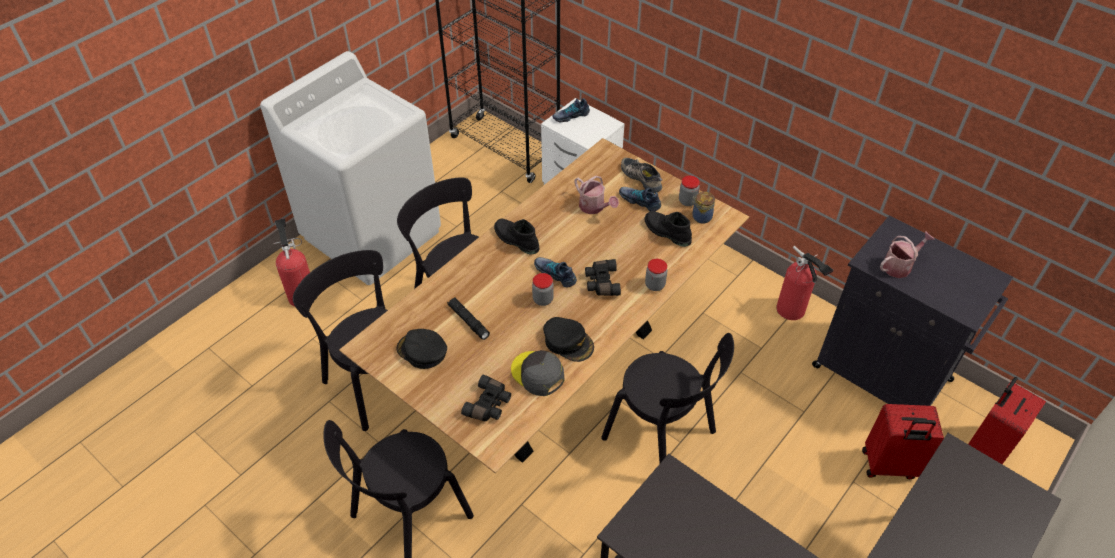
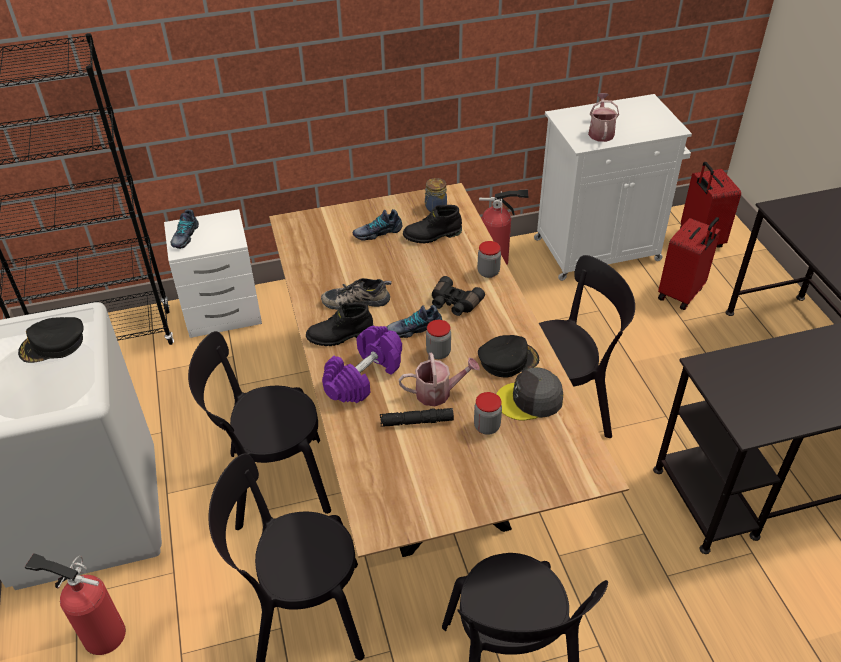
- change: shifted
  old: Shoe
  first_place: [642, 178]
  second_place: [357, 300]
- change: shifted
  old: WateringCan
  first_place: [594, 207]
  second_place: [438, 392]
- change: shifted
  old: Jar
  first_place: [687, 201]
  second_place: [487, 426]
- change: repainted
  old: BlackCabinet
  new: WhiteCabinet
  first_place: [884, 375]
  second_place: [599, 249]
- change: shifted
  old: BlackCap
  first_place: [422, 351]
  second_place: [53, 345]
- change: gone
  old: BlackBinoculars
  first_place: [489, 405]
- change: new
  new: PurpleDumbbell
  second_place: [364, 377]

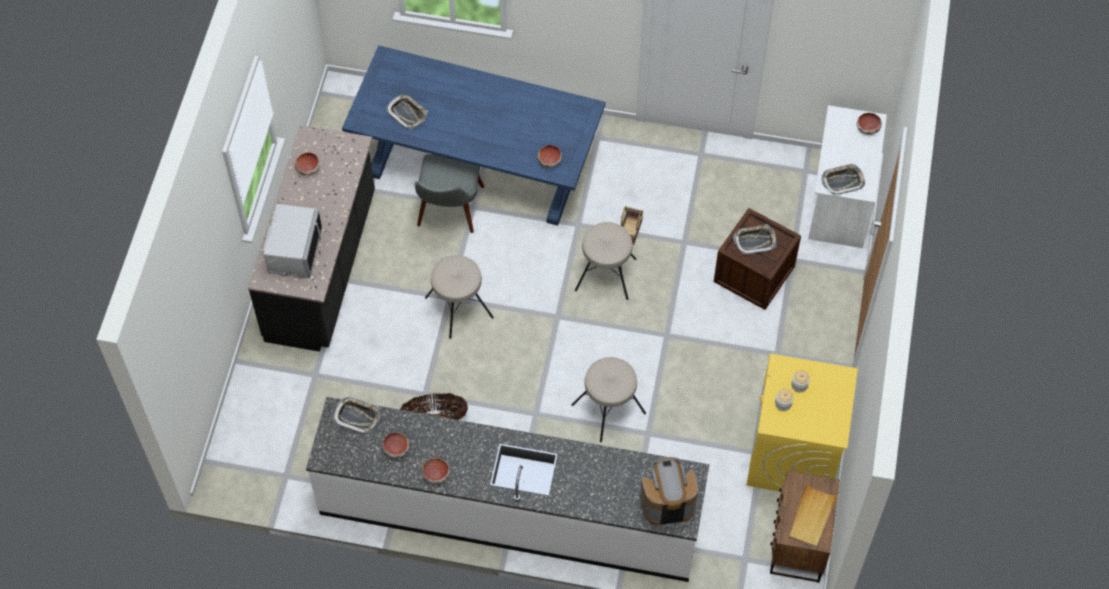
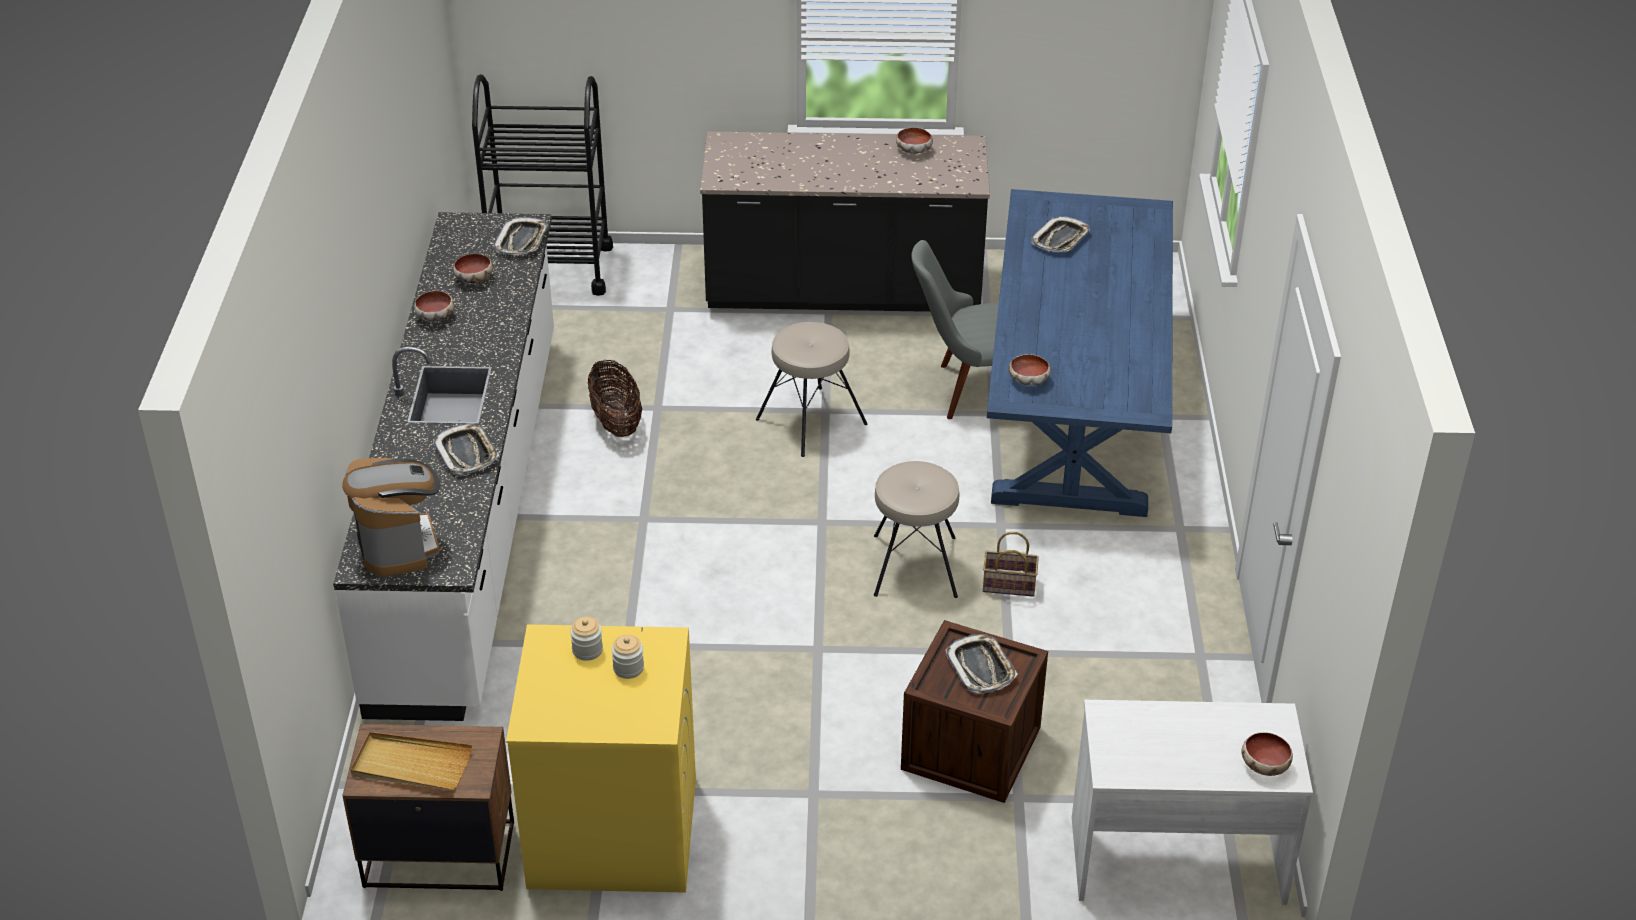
- change: shifted
  old: Tray
  first_place: [842, 181]
  second_place: [467, 453]
- change: gone
  old: GreyMicrowave
  first_place: [294, 250]
- change: gone
  old: BeigeStool
  first_place: [609, 409]
- change: new
  new: BlackCart
  second_place: [550, 268]

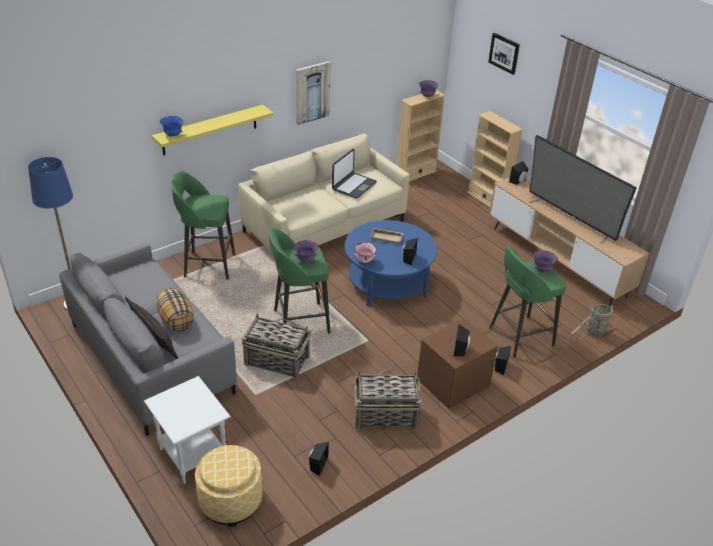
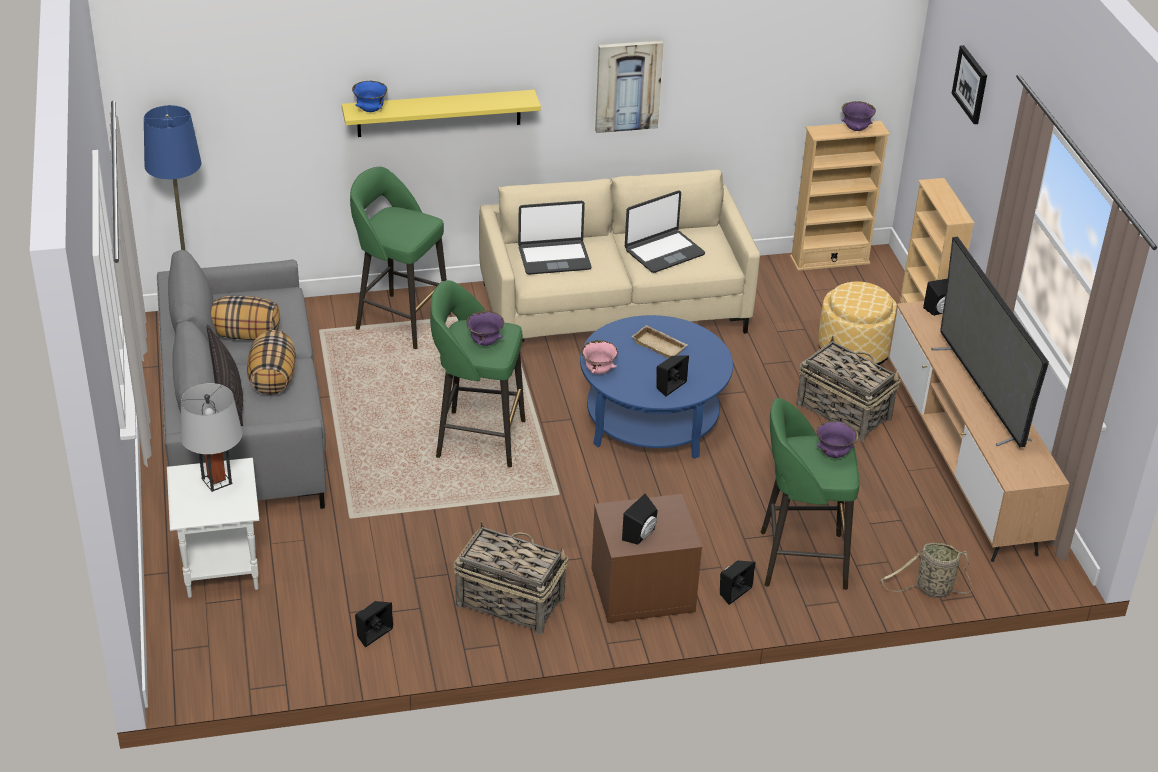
- change: shifted
  old: Basket
  first_place: [276, 360]
  second_place: [843, 411]
- change: shifted
  old: Ottoman
  first_place: [230, 501]
  second_place: [853, 351]
- change: new
  new: Laptop
  second_place: [554, 258]
- change: new
  new: Pillow
  second_place: [246, 335]
- change: new
  new: GreyTableLamp
  second_place: [216, 481]

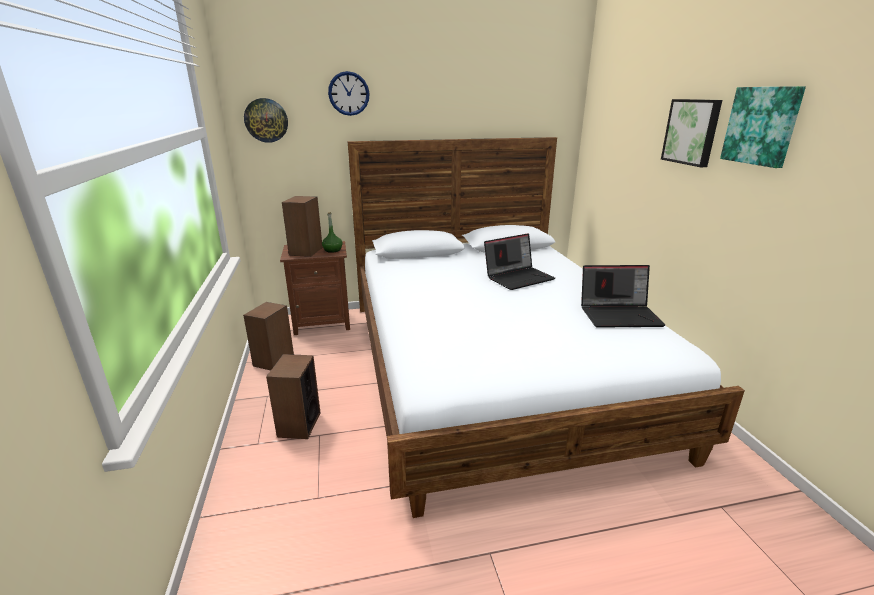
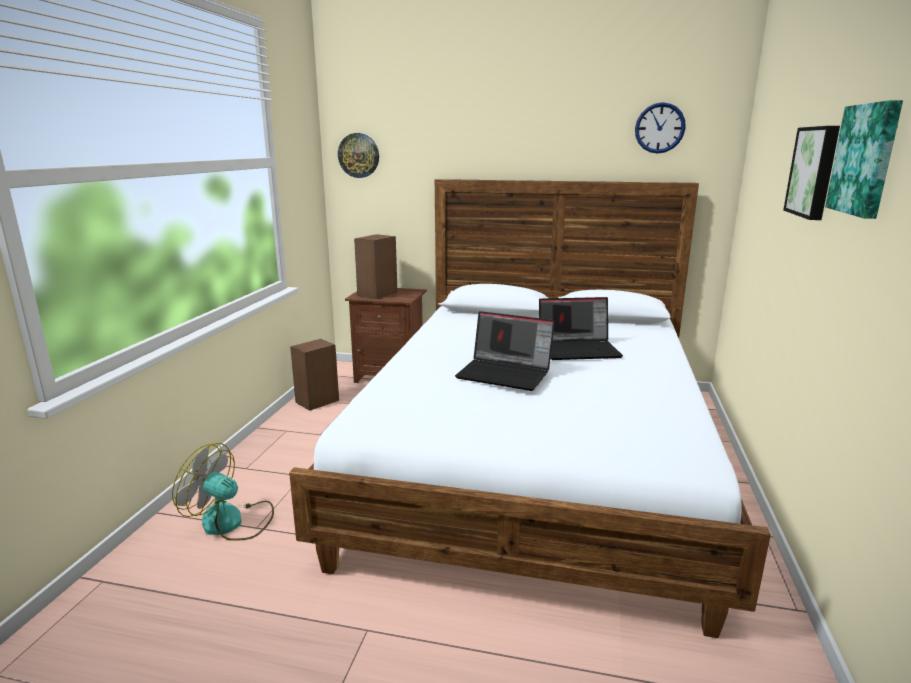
- change: shifted
  old: WallClock
  first_place: [349, 93]
  second_place: [659, 128]
- change: gone
  old: GreenBottle
  first_place: [332, 250]
- change: shifted
  old: Laptop
  first_place: [620, 315]
  second_place: [506, 373]
- change: gone
  old: Speaker
  first_place: [299, 425]
- change: new
  new: Fan
  second_place: [231, 522]

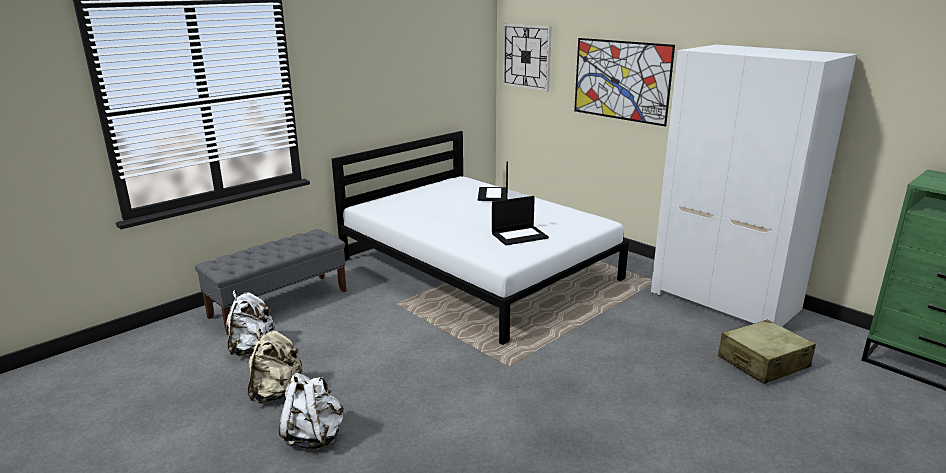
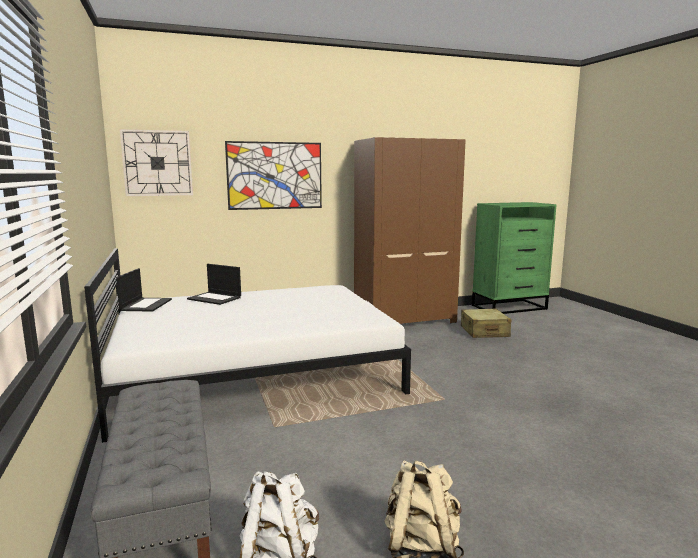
- change: repainted
  old: WhiteWardrobe
  new: BrownWardrobe
  first_place: [726, 301]
  second_place: [404, 319]
- change: shifted
  old: Laptop
  first_place: [520, 235]
  second_place: [146, 305]
- change: gone
  old: WhiteBackpack
  first_place: [314, 437]

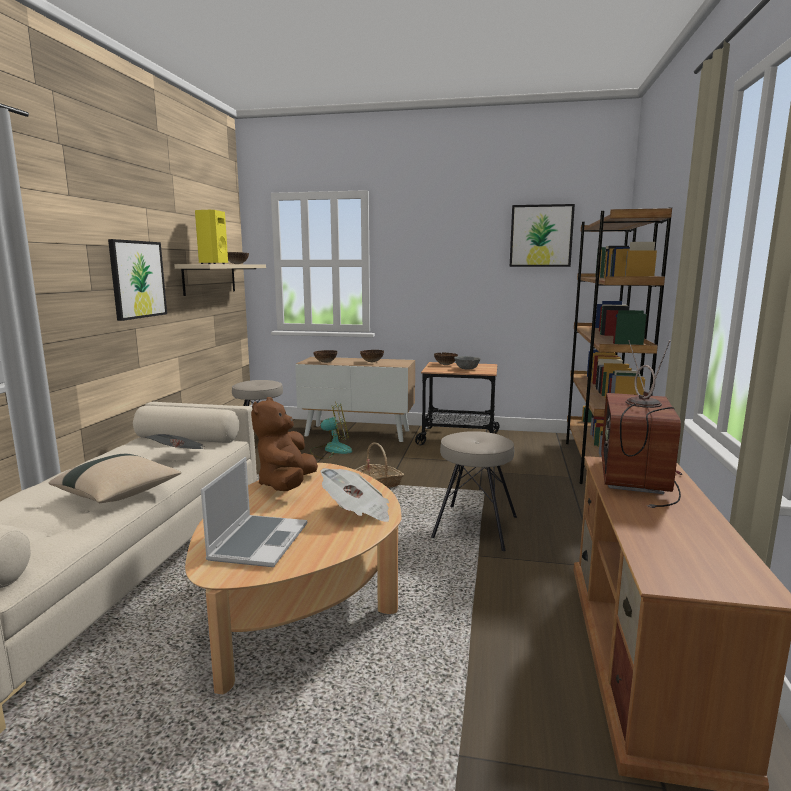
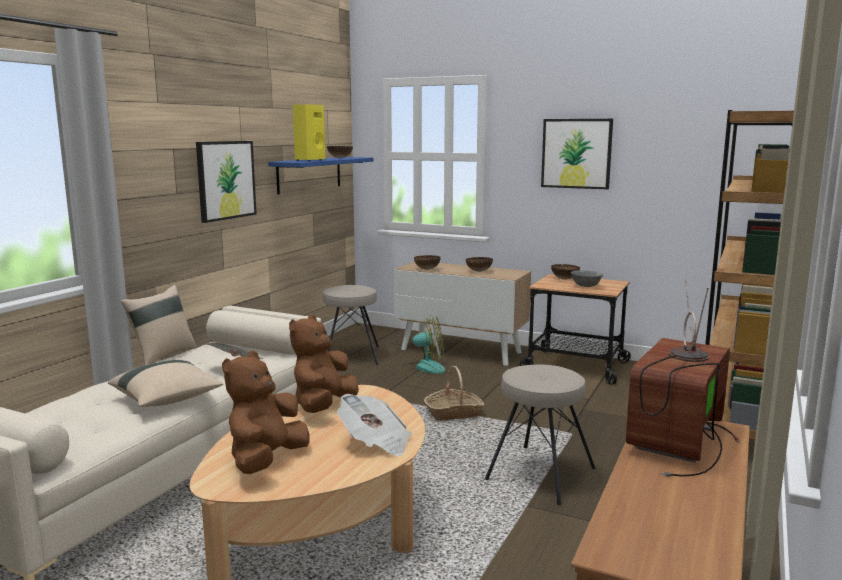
- change: shifted
  old: Picture
  first_place: [541, 236]
  second_place: [576, 153]
- change: repainted
  old: BeigeShelf
  new: BlueShelf
  first_place: [209, 279]
  second_place: [309, 174]
- change: swapped
  old: Laptop
  new: BrownPlushToy
  first_place: [258, 542]
  second_place: [266, 461]
- change: new
  new: BeigePillow
  second_place: [162, 355]

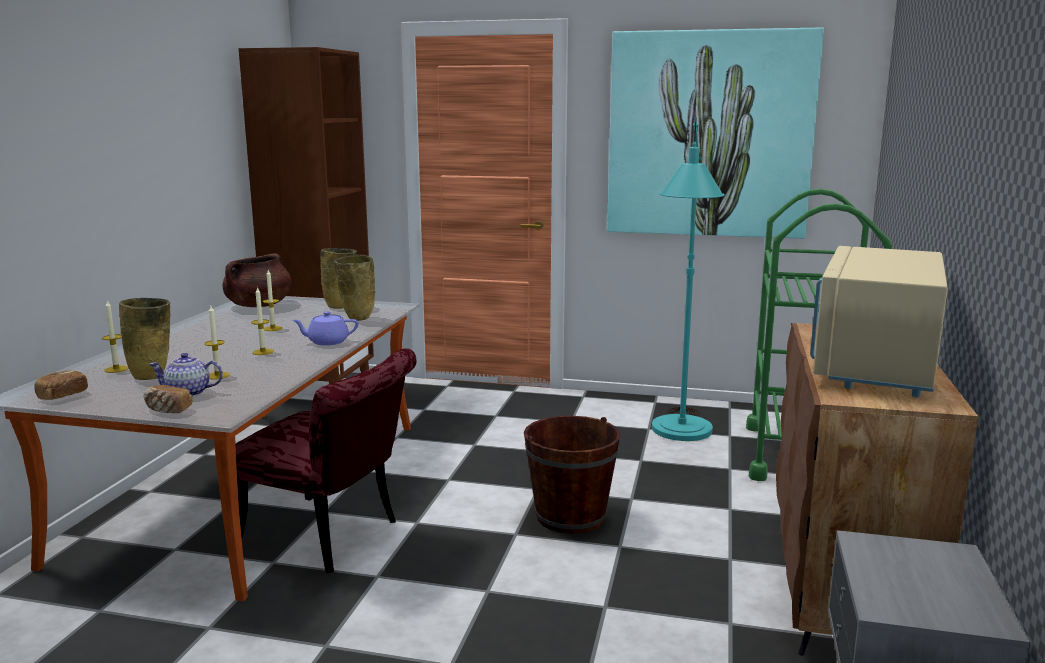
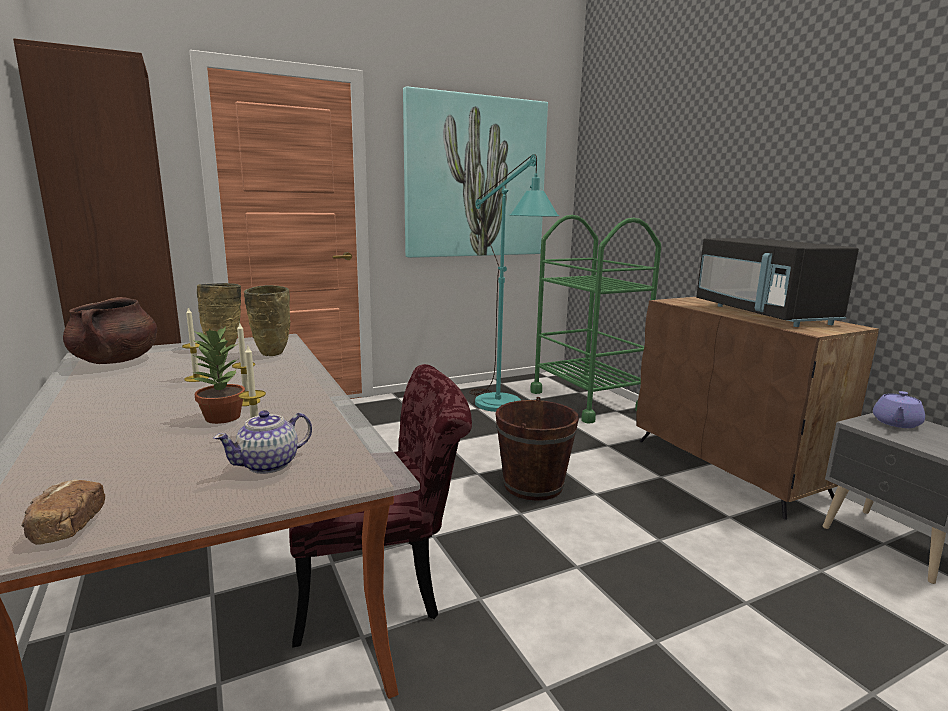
- change: repainted
  old: BeigeMicrowave
  new: BlackMicrowave
  first_place: [873, 366]
  second_place: [763, 314]
- change: gone
  old: BeigeVase
  first_place: [152, 377]
- change: gone
  old: Candle
  first_place: [116, 369]
- change: shifted
  old: PurpleTeapot
  first_place: [327, 342]
  second_place: [896, 423]
- change: gone
  old: Bread
  first_place: [167, 410]
- change: new
  new: PottedPlant
  second_place: [221, 417]

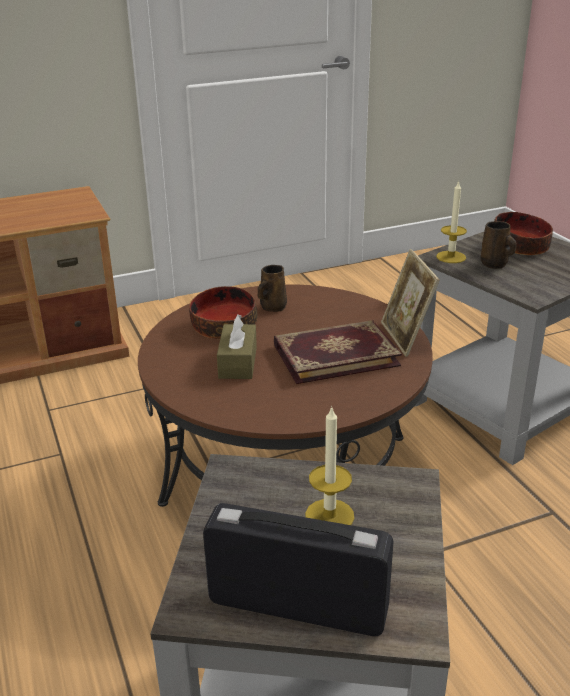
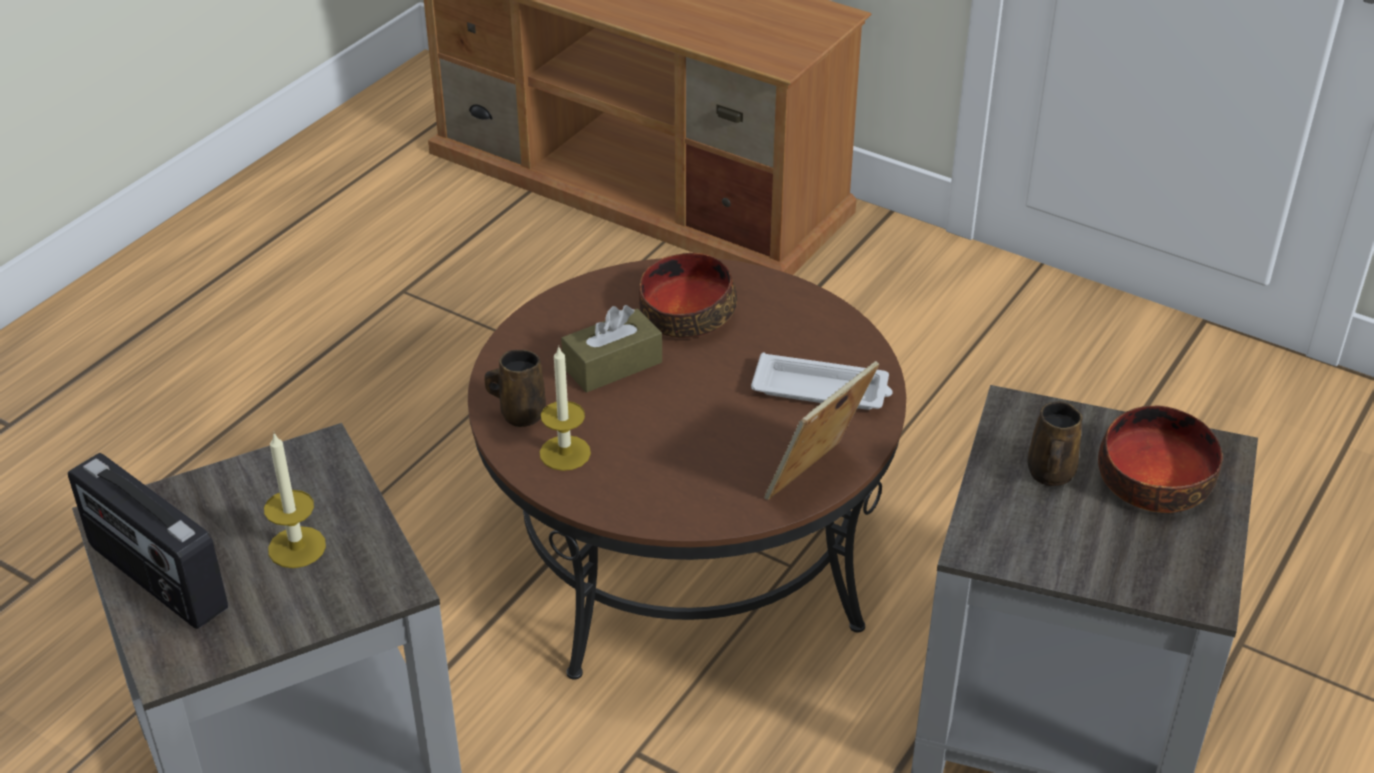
- change: shifted
  old: Candle
  first_place: [451, 257]
  second_place: [565, 453]
- change: shifted
  old: BrownMug
  first_place: [272, 307]
  second_place: [520, 414]
- change: gone
  old: Book
  first_place: [335, 354]
- change: rotated
  old: Radio
  first_place: [298, 605]
  second_place: [156, 579]
  degrees: 150
- change: new
  new: WhiteTray
  second_place: [822, 390]

